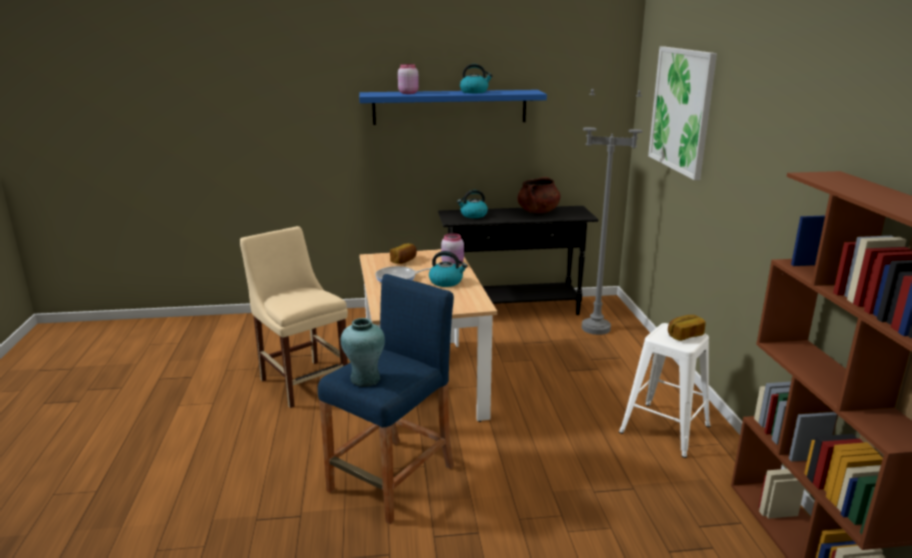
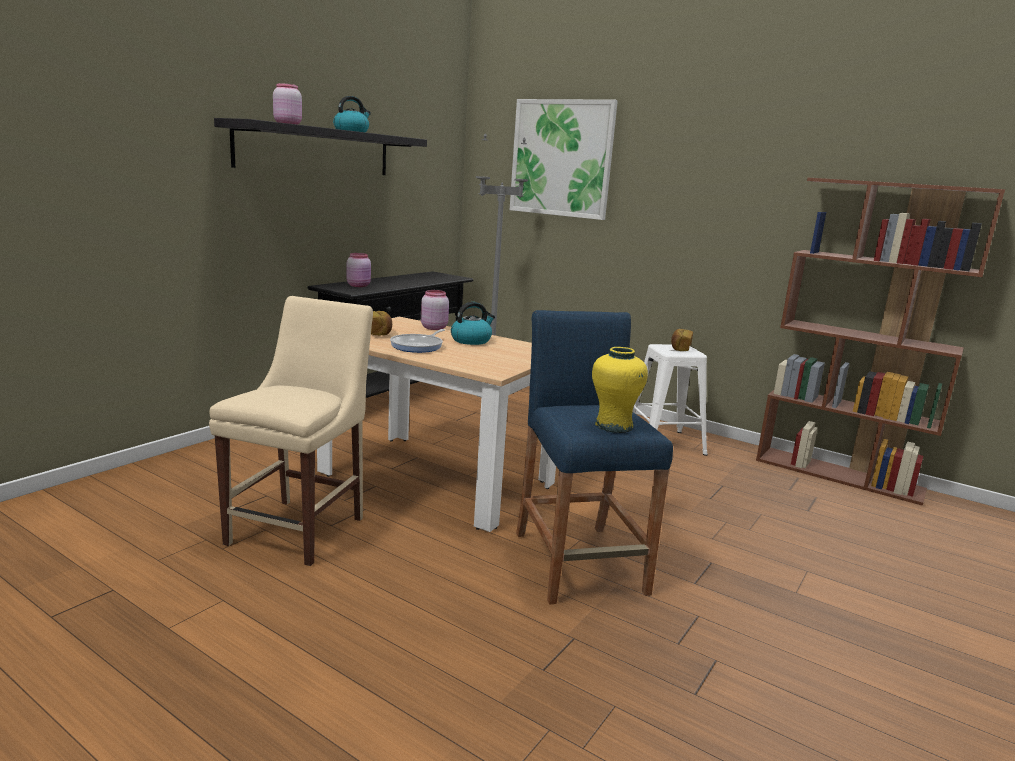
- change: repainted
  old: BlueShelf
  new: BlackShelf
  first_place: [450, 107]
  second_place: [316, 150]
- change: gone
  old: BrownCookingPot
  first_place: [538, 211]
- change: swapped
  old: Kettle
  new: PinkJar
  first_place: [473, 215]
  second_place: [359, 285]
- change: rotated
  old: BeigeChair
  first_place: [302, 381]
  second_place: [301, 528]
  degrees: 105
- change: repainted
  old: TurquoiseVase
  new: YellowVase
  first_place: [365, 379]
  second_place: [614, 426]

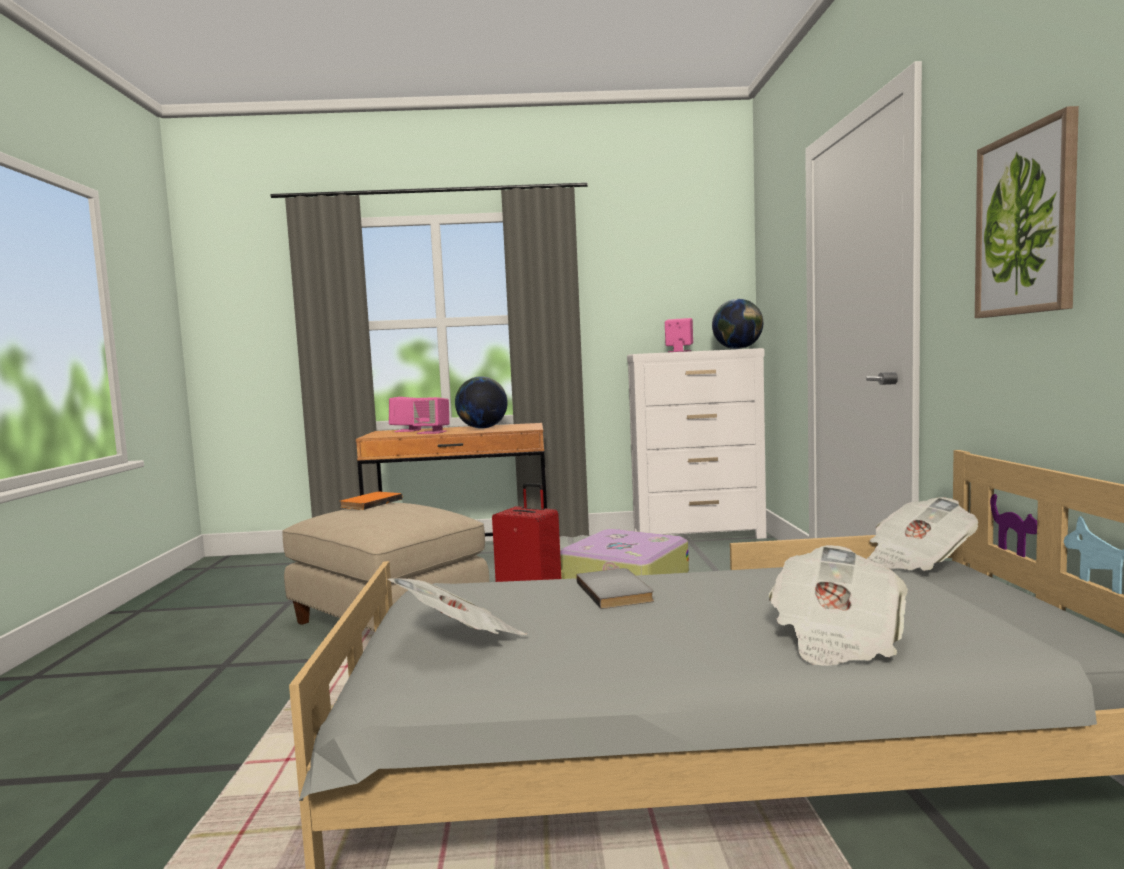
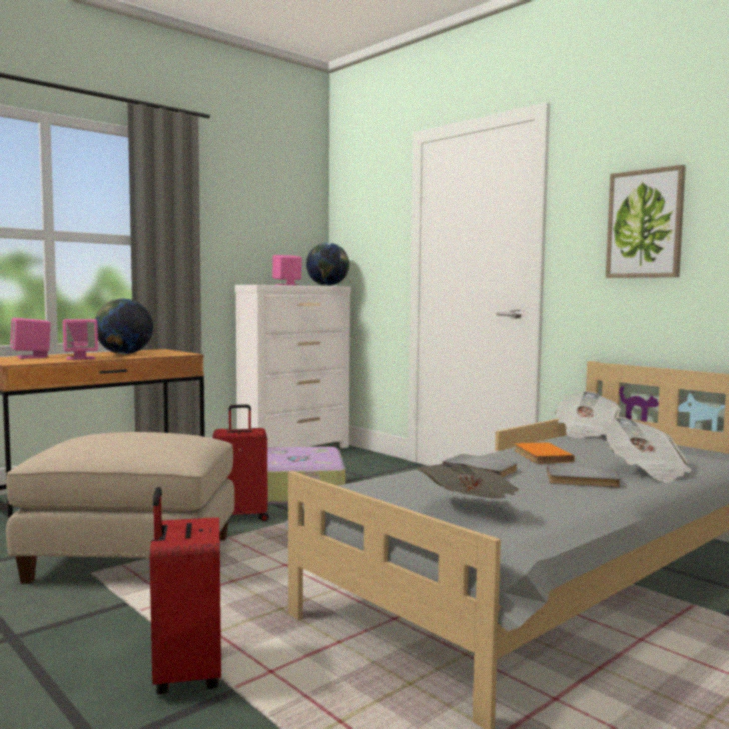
- change: shifted
  old: OrangeBook
  first_place: [369, 503]
  second_place: [540, 456]
- change: new
  new: GreyBook
  second_place: [582, 480]
- change: new
  new: RedSuitcase
  second_place: [185, 674]

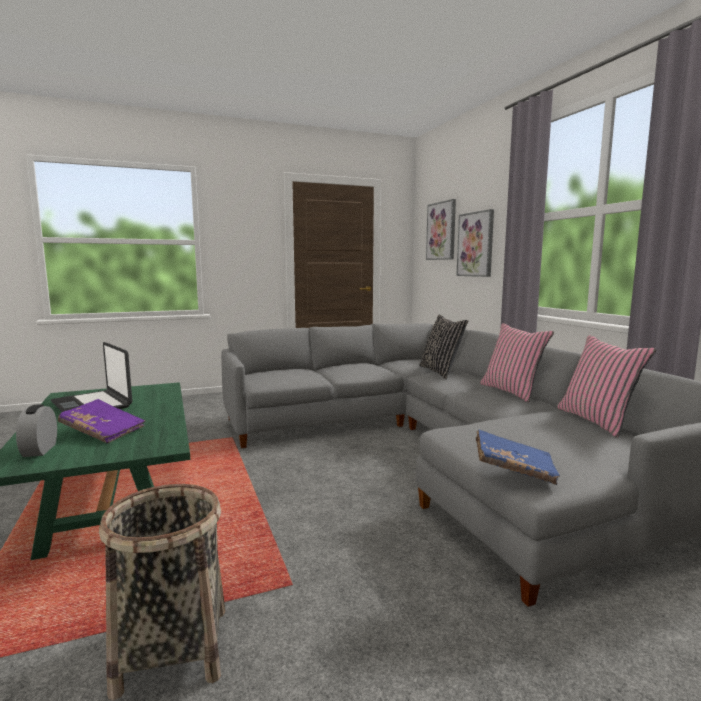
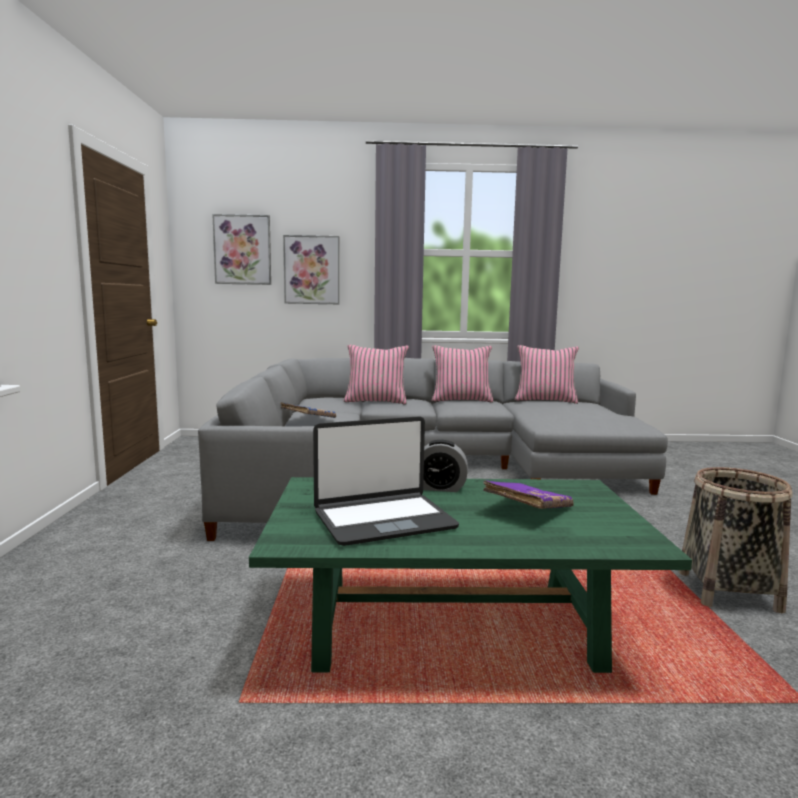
- change: repainted
  old: BlackPillow
  new: PinkPillow
  first_place: [441, 371]
  second_place: [376, 401]
- change: shifted
  old: AlarmClock
  first_place: [40, 450]
  second_place: [440, 488]
- change: shifted
  old: BlueBook
  first_place: [514, 470]
  second_place: [308, 419]

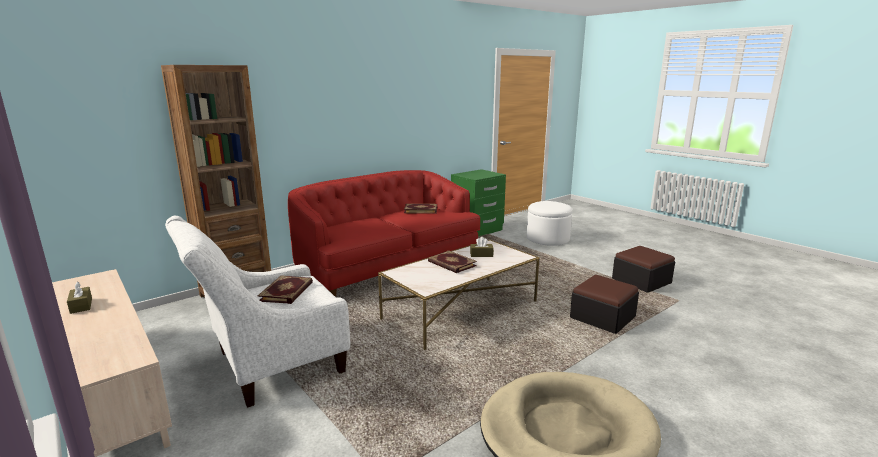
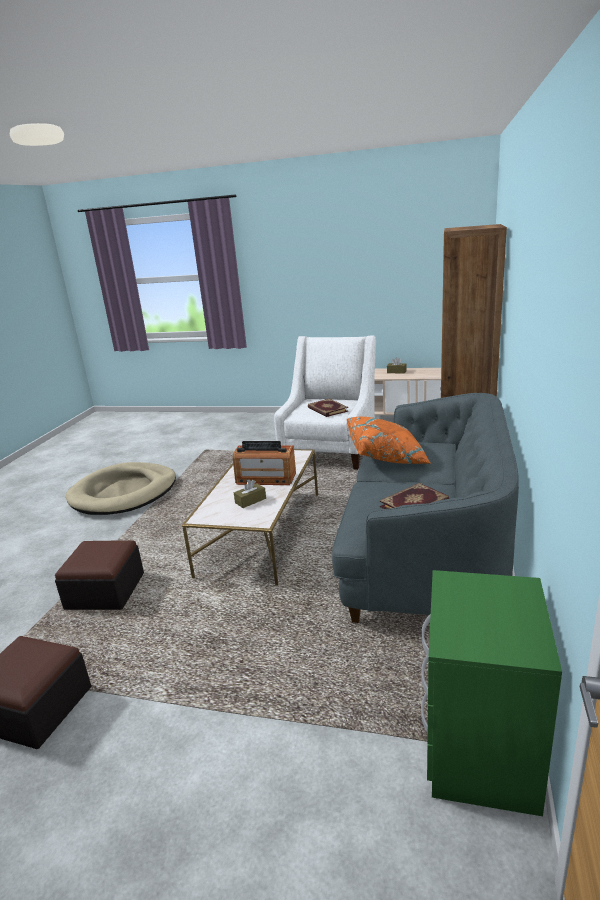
- change: repainted
  old: RedSofa
  new: GreySofa
  first_place: [387, 266]
  second_place: [426, 547]
- change: gone
  old: WhiteOttoman
  first_place: [548, 238]
- change: swapped
  old: Book
  new: Radio
  first_place: [451, 264]
  second_place: [265, 478]
- change: new
  new: OrangePillow
  second_place: [387, 457]

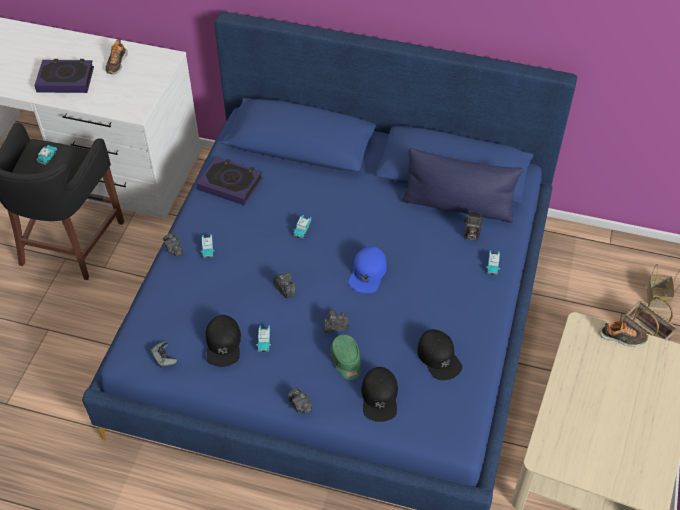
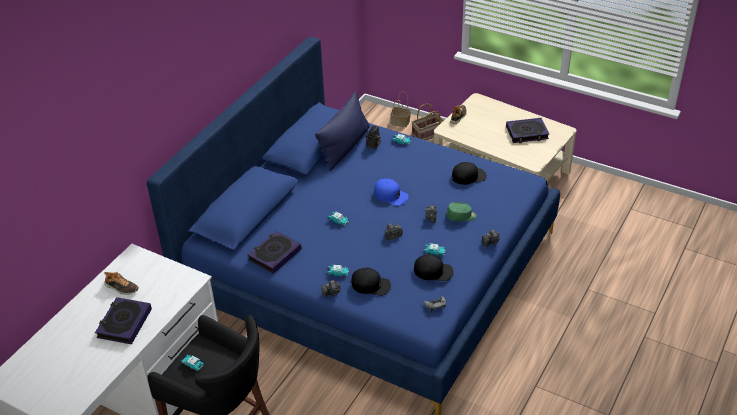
- change: shifted
  old: BlackCap
  first_place: [379, 397]
  second_place: [371, 285]
- change: new
  new: Book
  second_place: [527, 133]

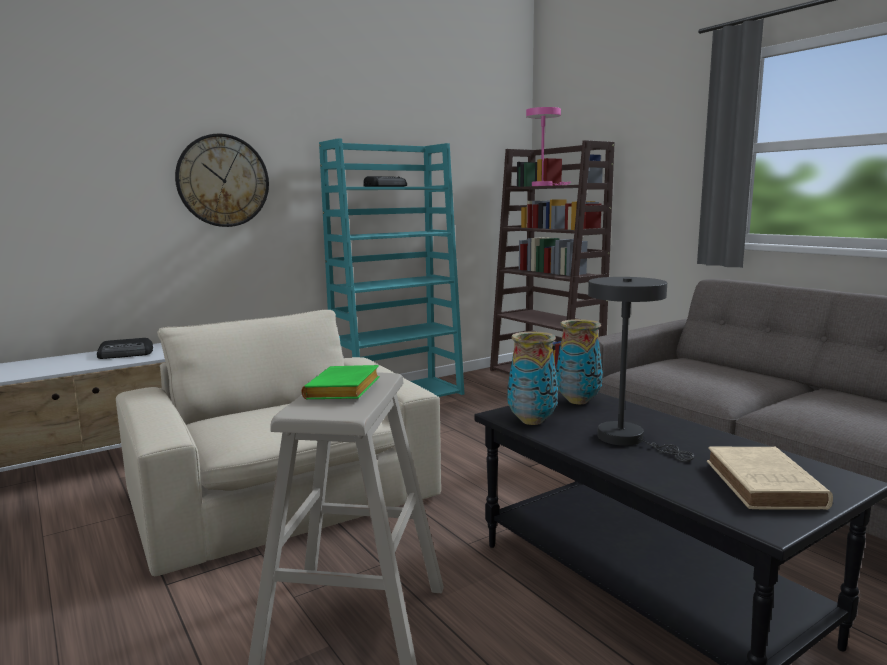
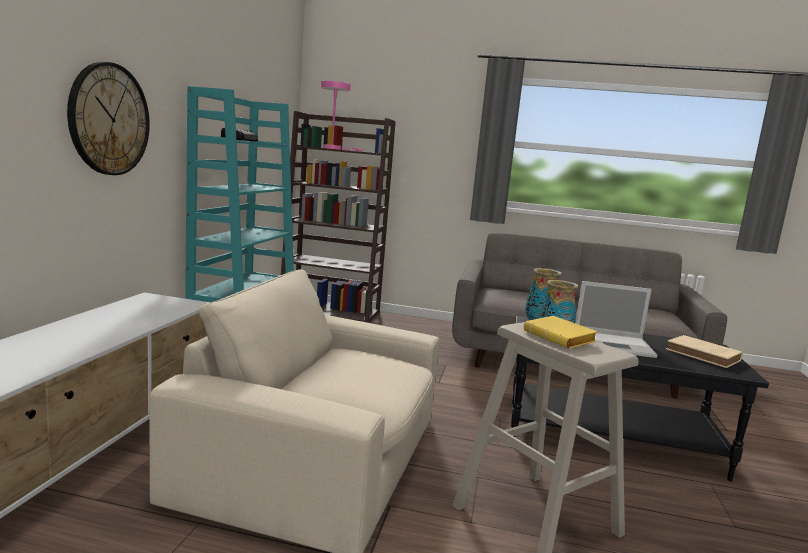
- change: swapped
  old: GreyTableLamp
  new: Laptop
  first_place: [628, 439]
  second_place: [614, 344]
- change: gone
  old: Radio
  first_place: [126, 354]
- change: repainted
  old: GreenBook
  new: YellowBook
  first_place: [344, 391]
  second_place: [561, 338]

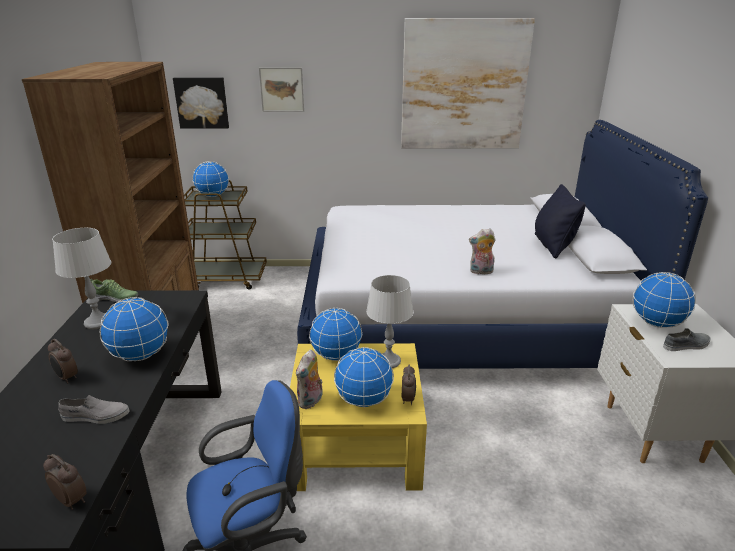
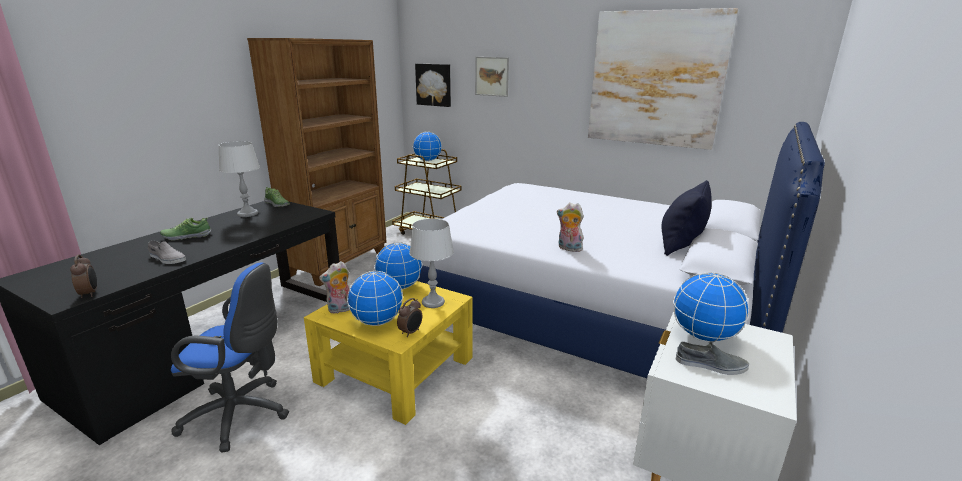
- change: gone
  old: Globe
  first_place: [140, 355]
- change: swapped
  old: AlarmClock
  new: Shoe
  first_place: [66, 378]
  second_place: [187, 236]

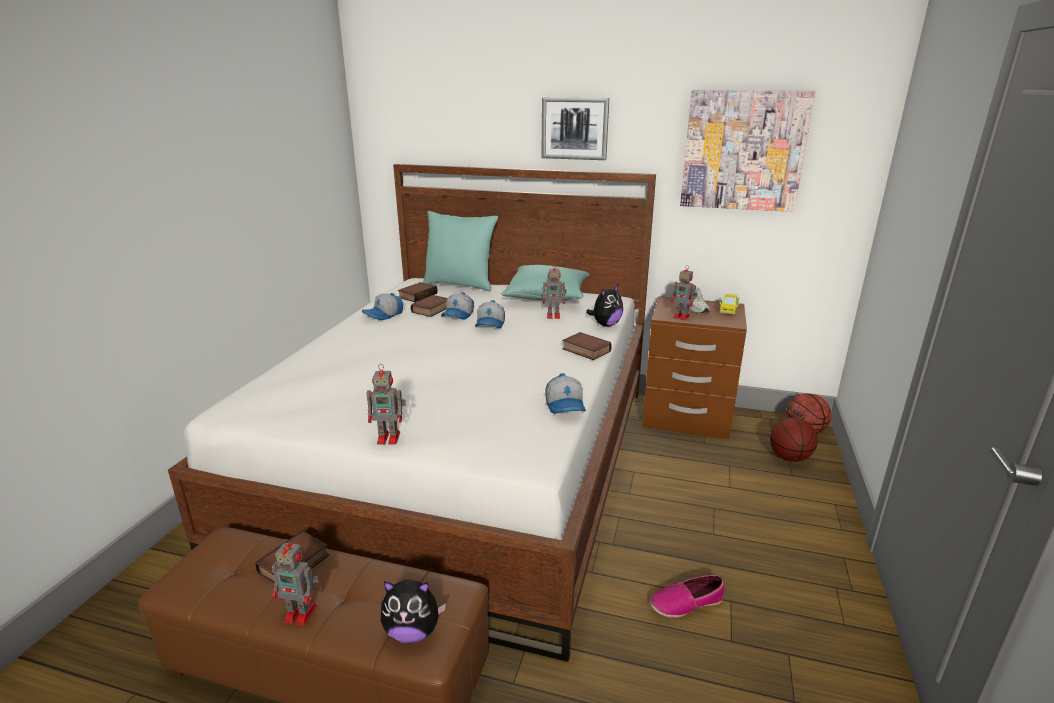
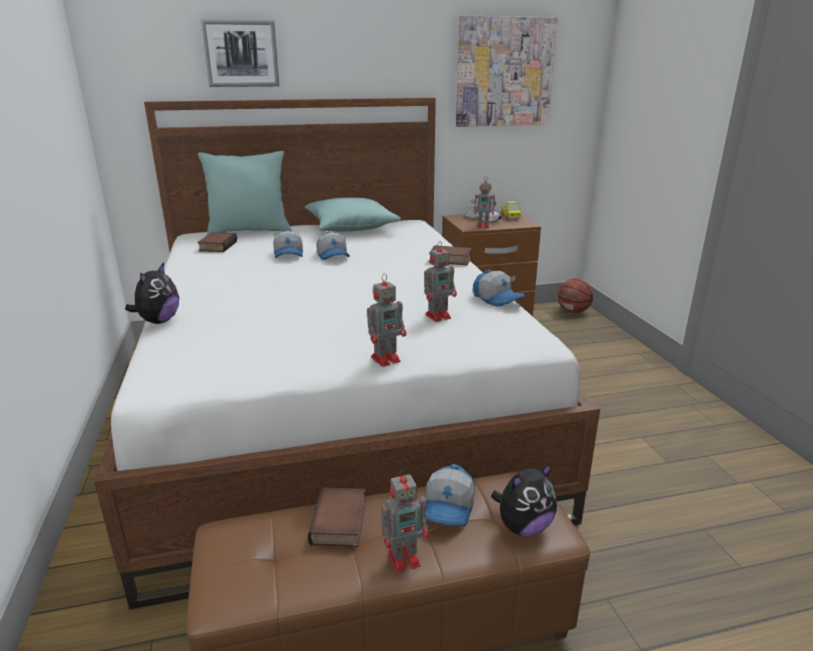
- change: shifted
  old: Picture
  first_place: [574, 128]
  second_place: [241, 53]
- change: shifted
  old: ToyRobot
  first_place: [554, 316]
  second_place: [439, 316]
- change: shifted
  old: PlushToy
  first_place: [605, 324]
  second_place: [158, 321]
- change: shifted
  old: Cap
  first_place: [384, 315]
  second_place: [449, 508]
- change: gone
  old: Book
  first_place: [432, 310]
- change: gone
  old: Basketball
  first_place: [789, 457]
- change: gone
  old: Shoe
  first_place: [686, 603]

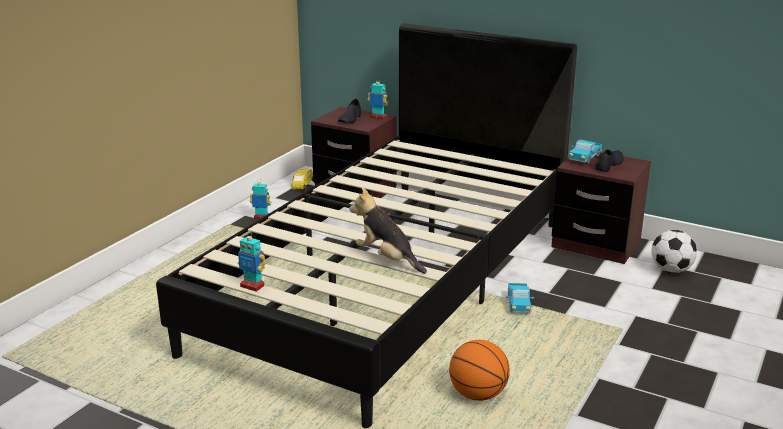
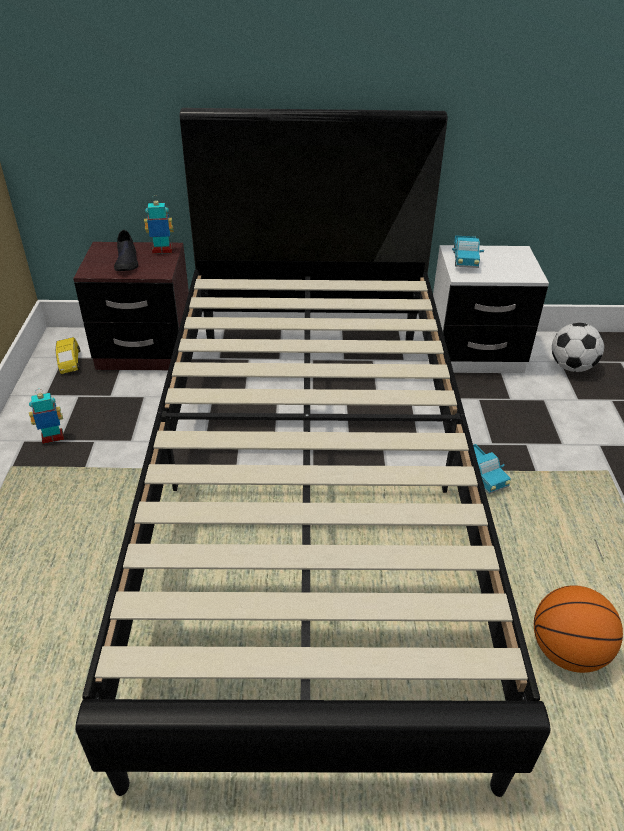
- change: gone
  old: BlackShoe
  first_place: [608, 165]
- change: repainted
  old: BrownNightstand
  new: WhiteNightstand
  first_place: [596, 244]
  second_place: [474, 353]
- change: gone
  old: PlushToy
  first_place: [387, 259]
- change: gone
  old: ToyRobot
  first_place: [252, 286]

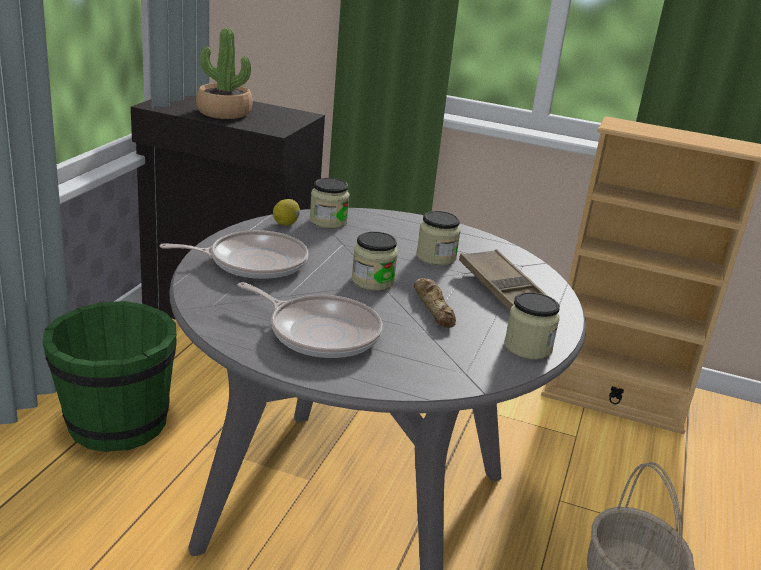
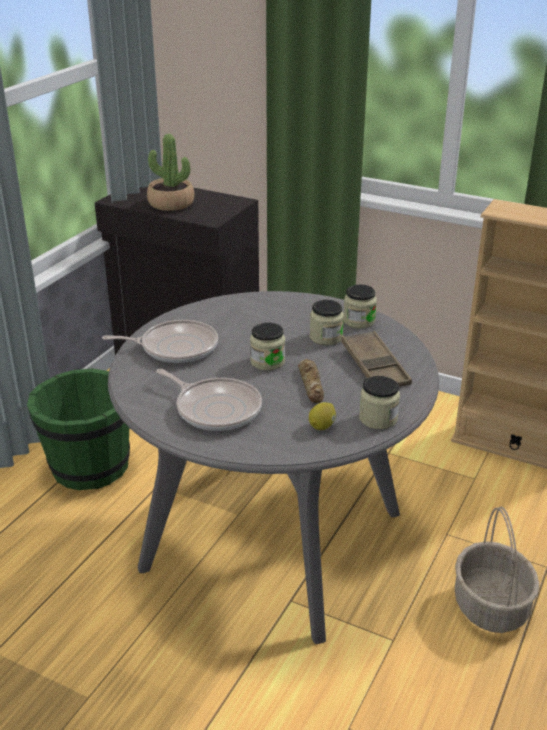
- change: shifted
  old: Jar
  first_place: [328, 221]
  second_place: [359, 321]
- change: shifted
  old: Lemon
  first_place: [286, 223]
  second_place: [322, 426]

